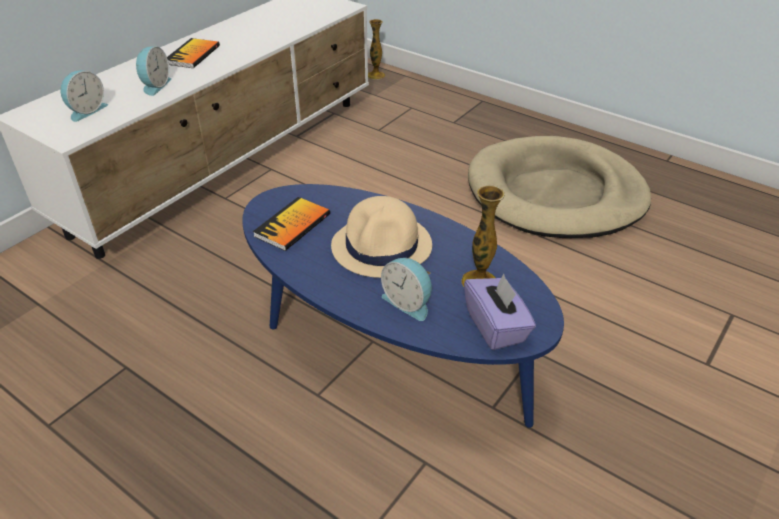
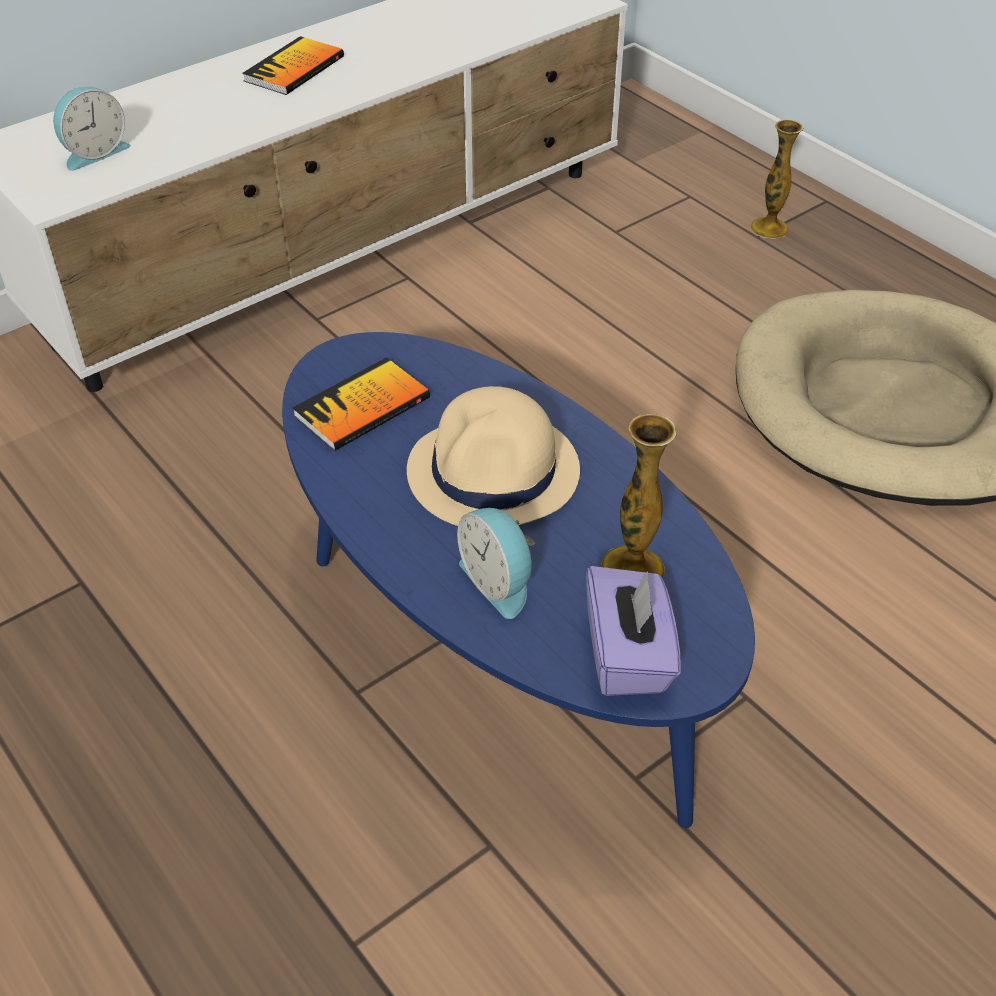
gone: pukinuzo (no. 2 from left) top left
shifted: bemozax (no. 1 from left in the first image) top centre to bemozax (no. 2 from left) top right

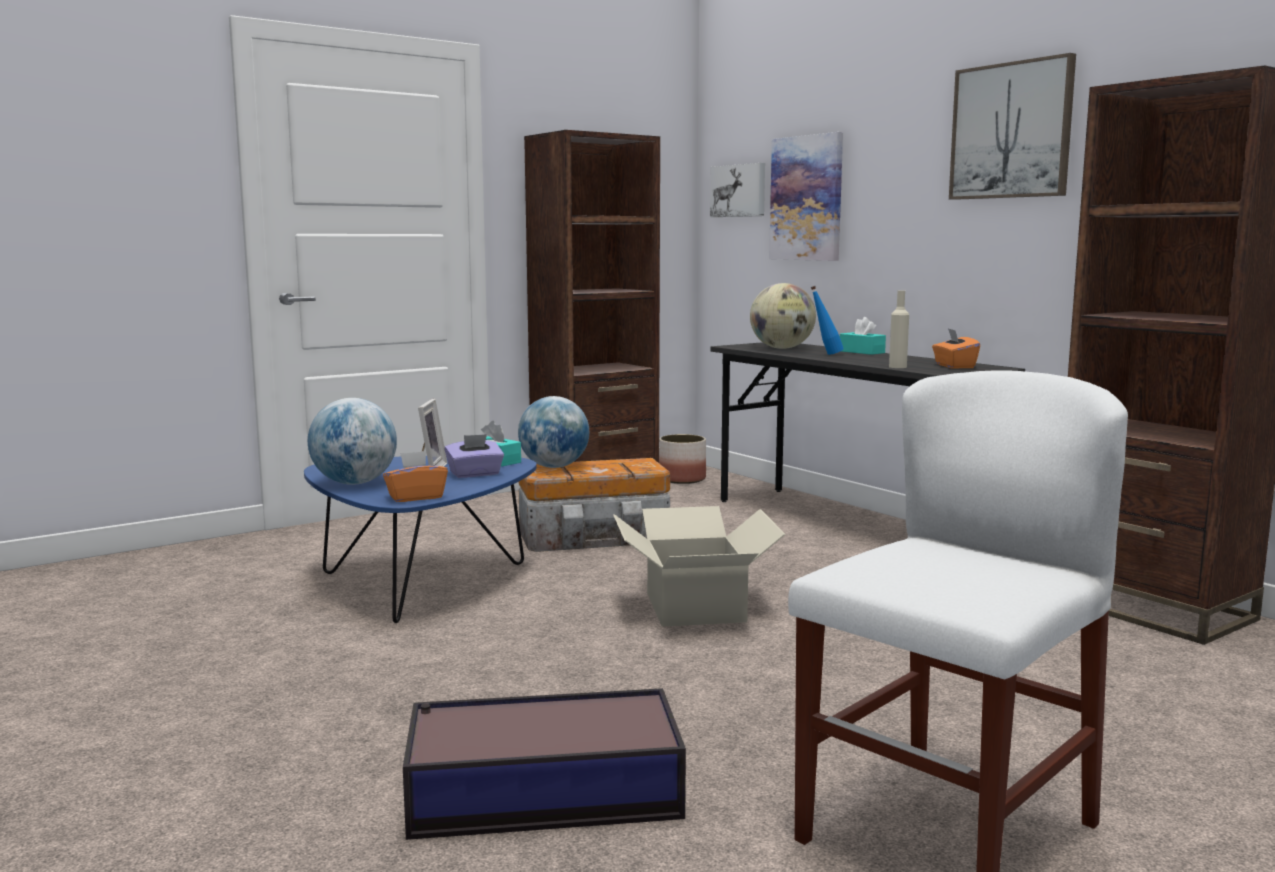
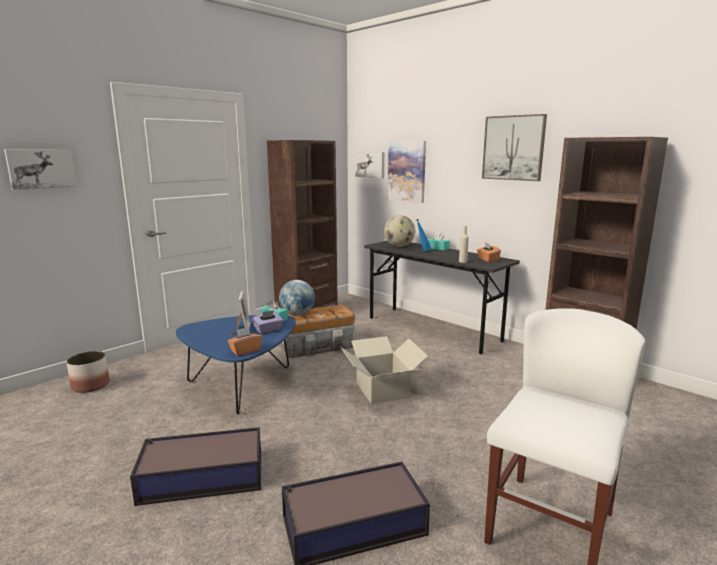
gone: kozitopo (no. 1 from left) middle left
new: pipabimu (no. 1 from left) top left; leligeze (no. 1 from left) bottom left
shifted: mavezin centre to middle left

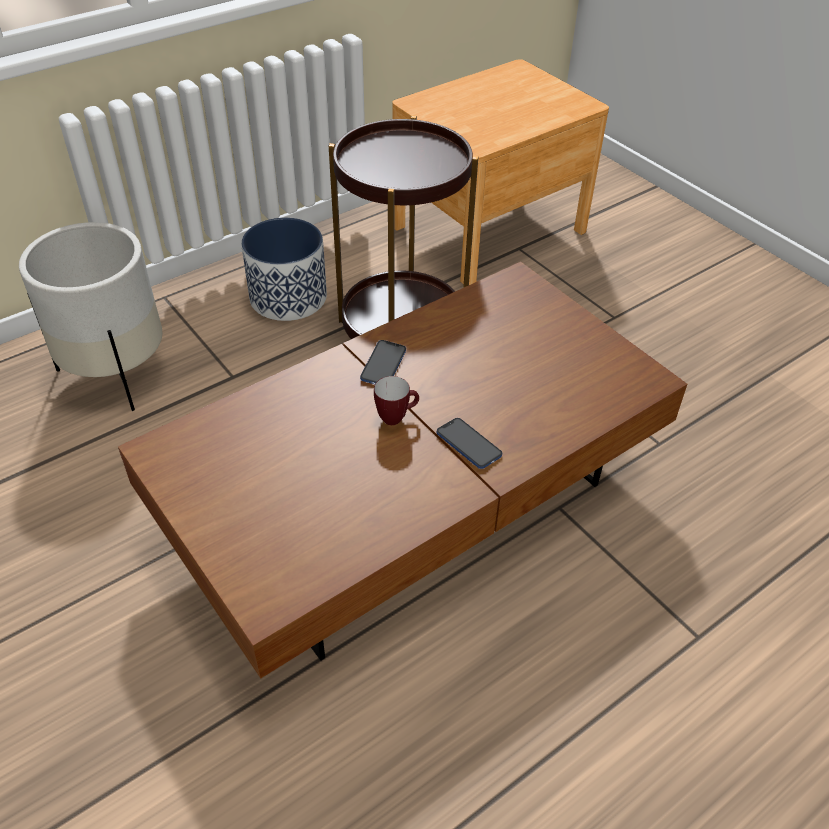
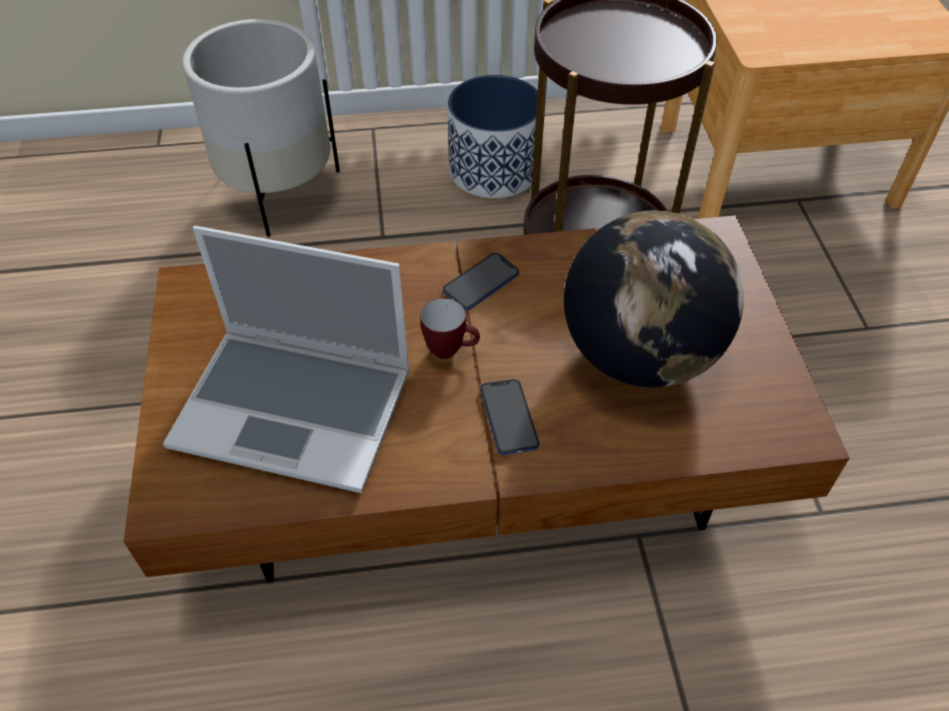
new: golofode middle left; kozitopo middle right

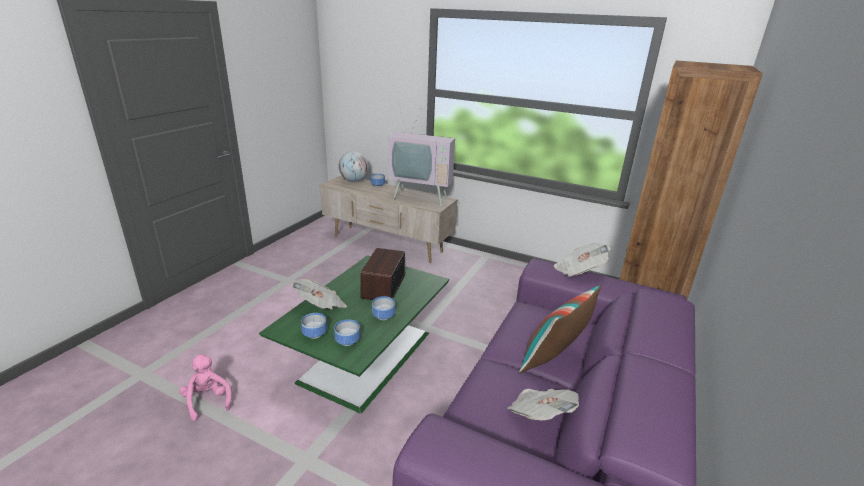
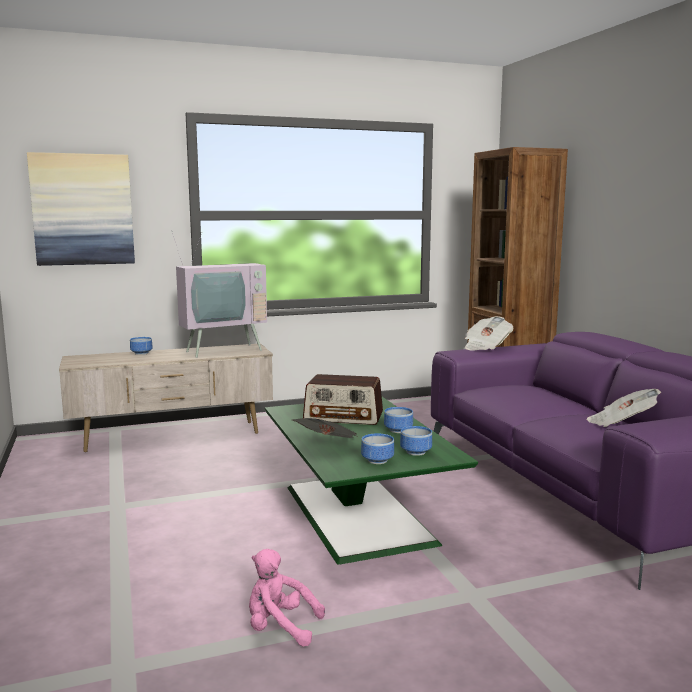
gone: kozitopo centre; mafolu bottom centre
new: pipabimu top left
rotated: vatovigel centre = centre 45 degrees counterclockwise

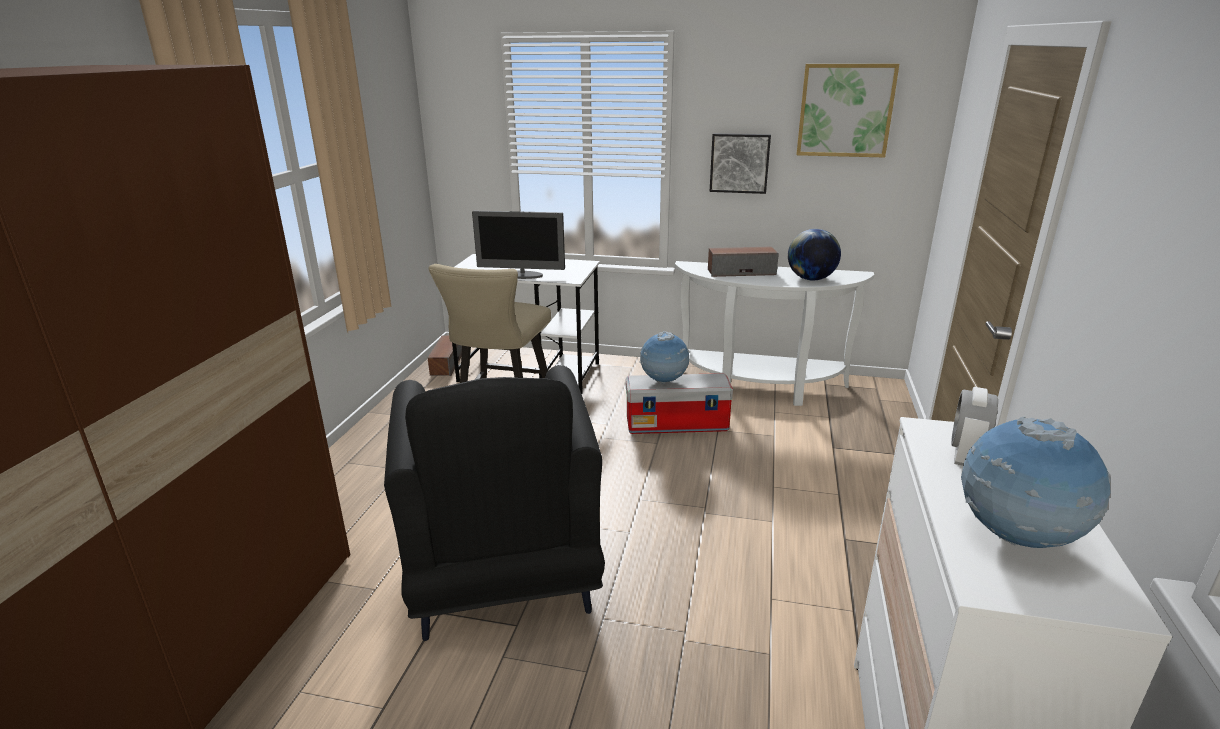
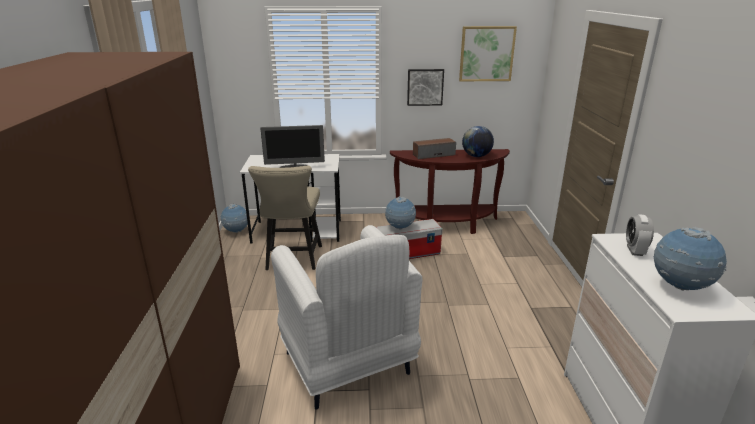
swapped: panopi (no. 1 from left) centre to kozitopo (no. 1 from left) middle left
repainted: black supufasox bottom centre to white supufasox bottom centre; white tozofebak centre to brown tozofebak centre

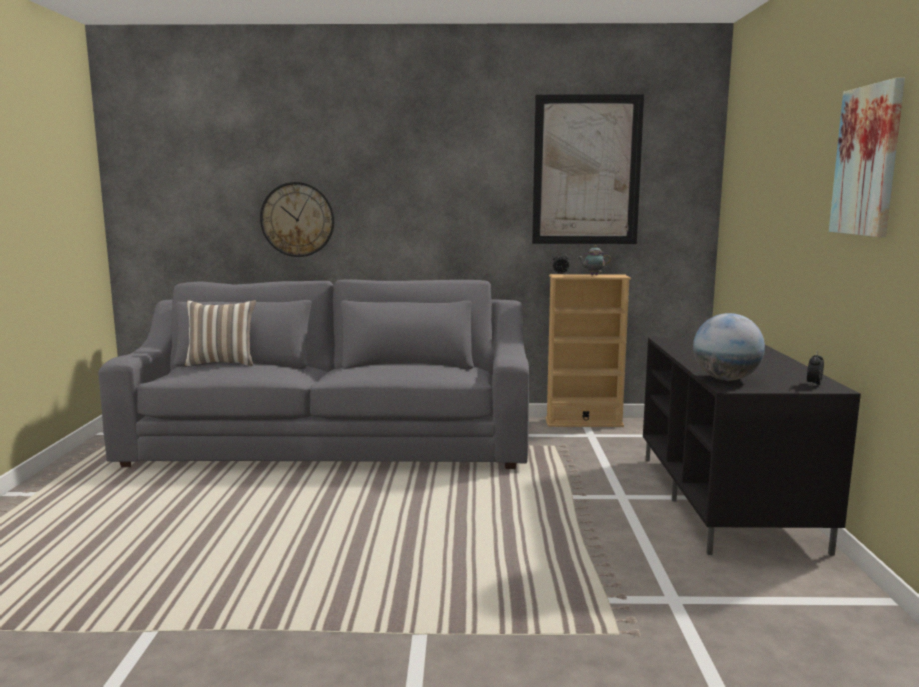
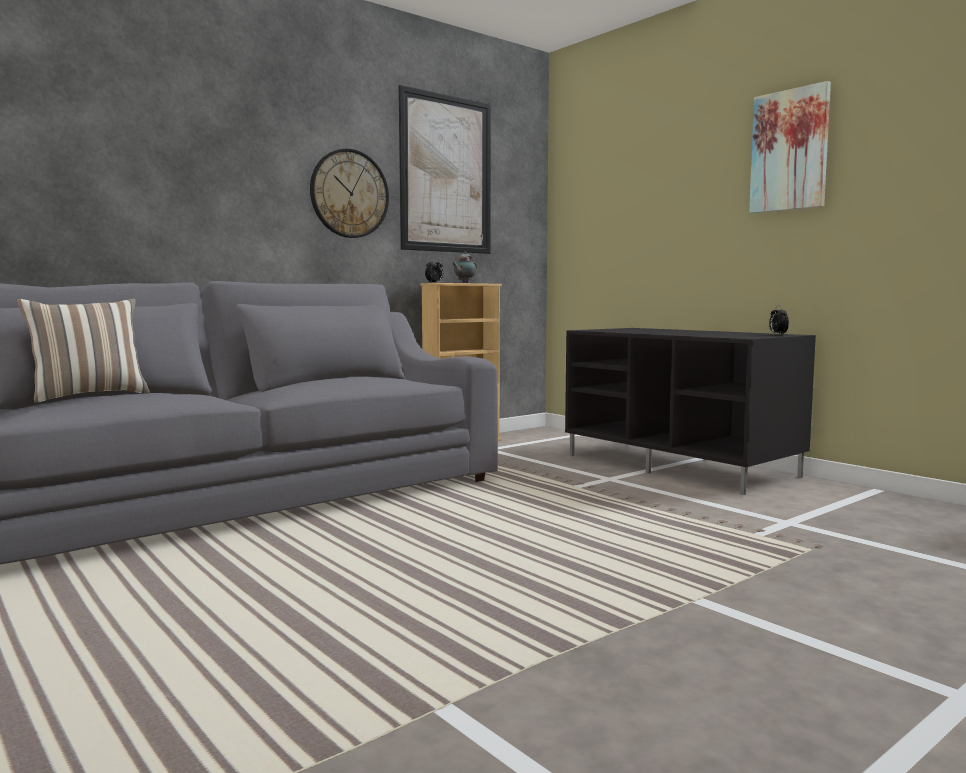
gone: kozitopo middle right
shifted: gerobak top left to top centre

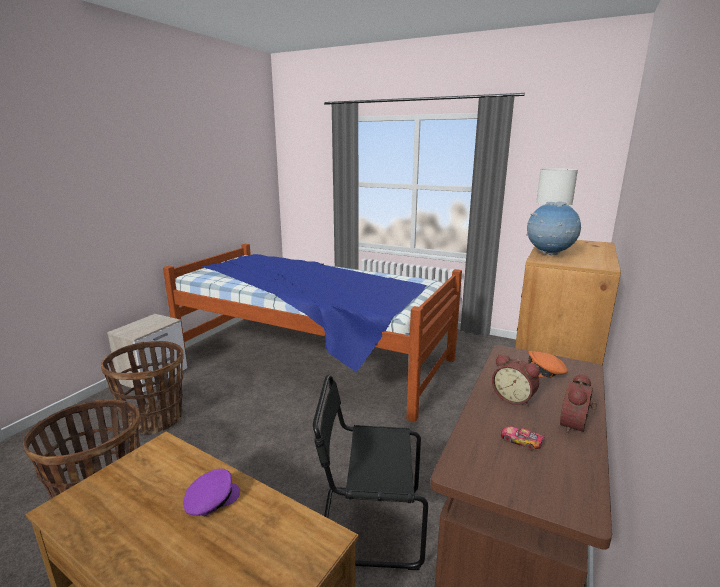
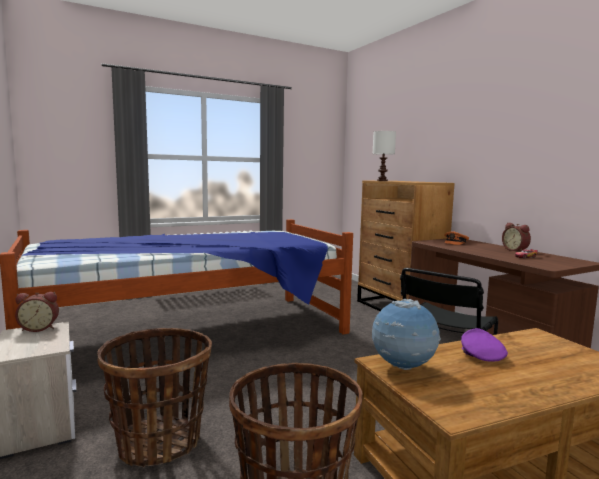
shifted: pukinuzo (no. 1 from left) middle right to middle left; kozitopo middle right to bottom right

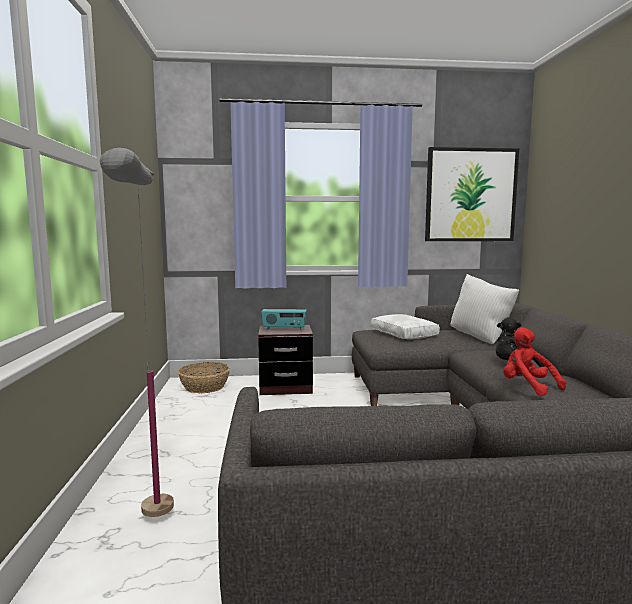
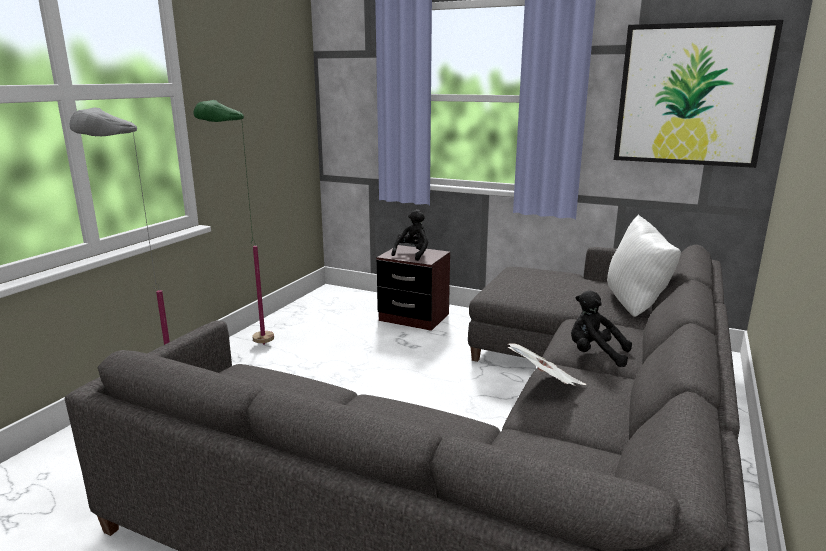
gone: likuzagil middle left; white mafolu (no. 1 from left) centre
new: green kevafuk middle left
swapped: vatovigel centre to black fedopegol (no. 1 from left) centre; red fedopegol middle right to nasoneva centre

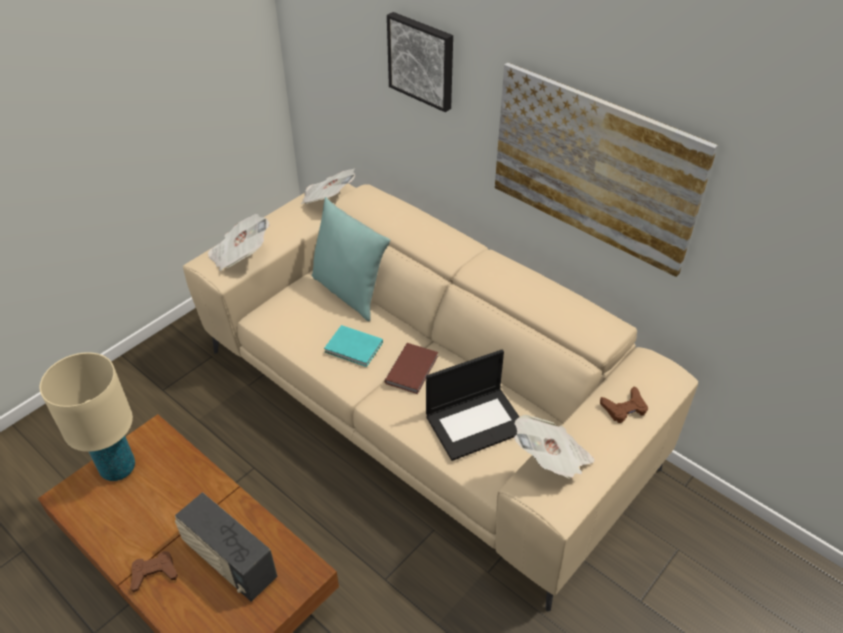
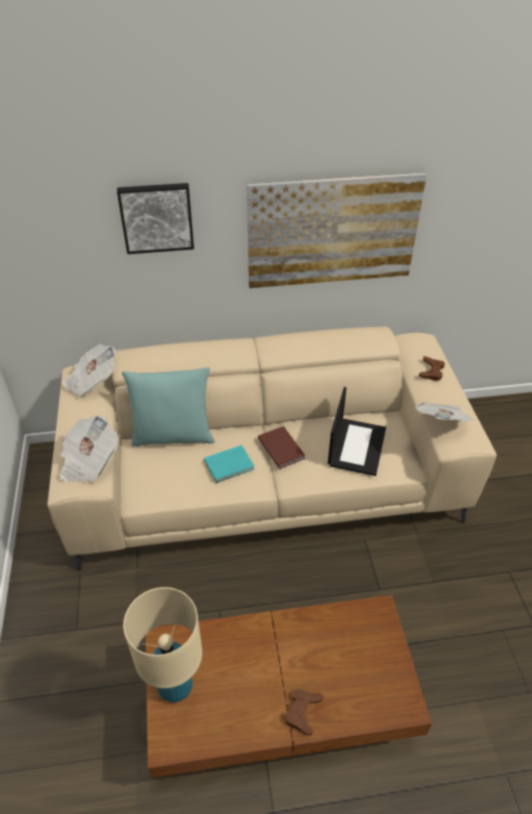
gone: vatovigel bottom left

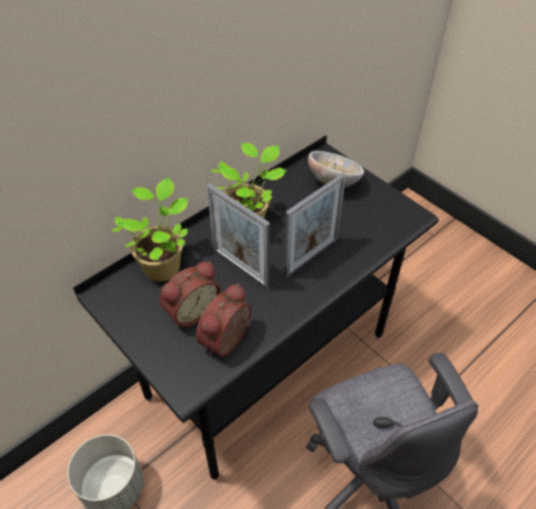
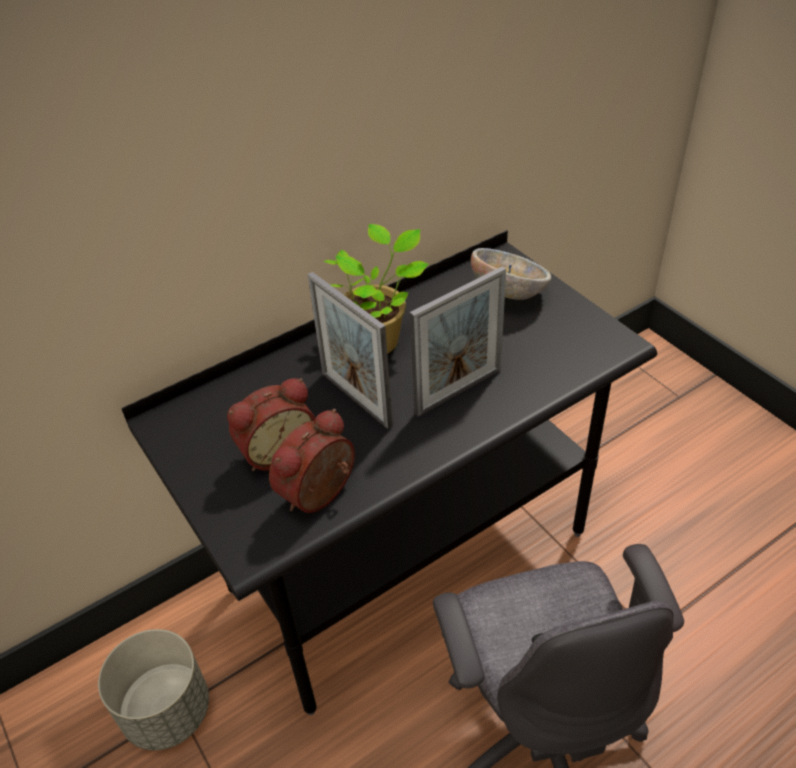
gone: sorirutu (no. 1 from left) middle left

